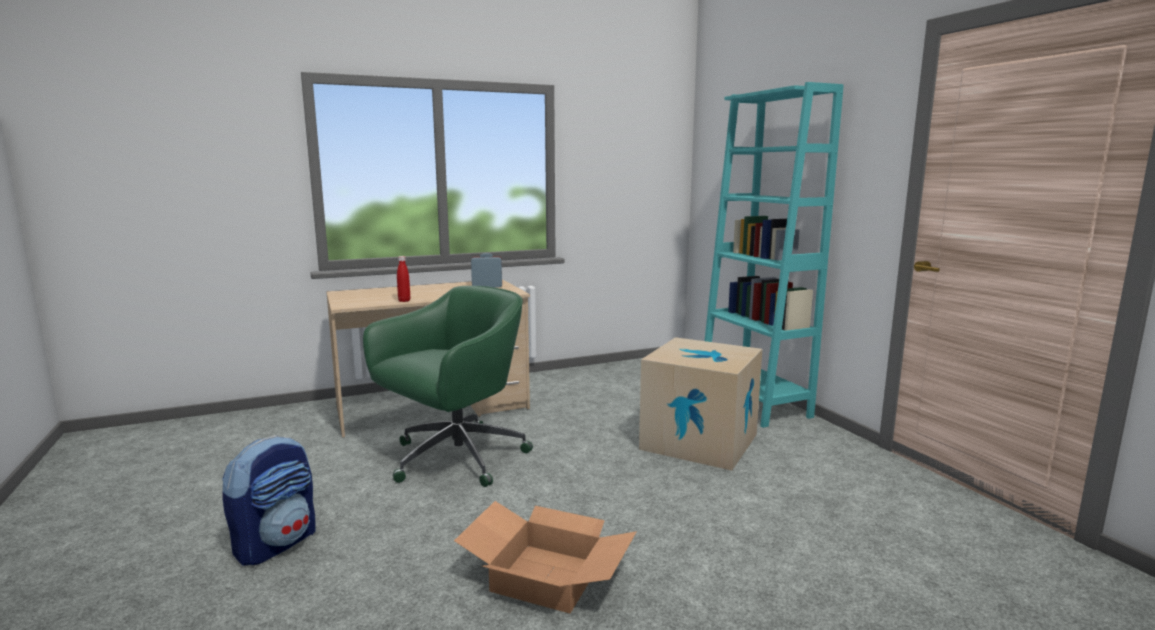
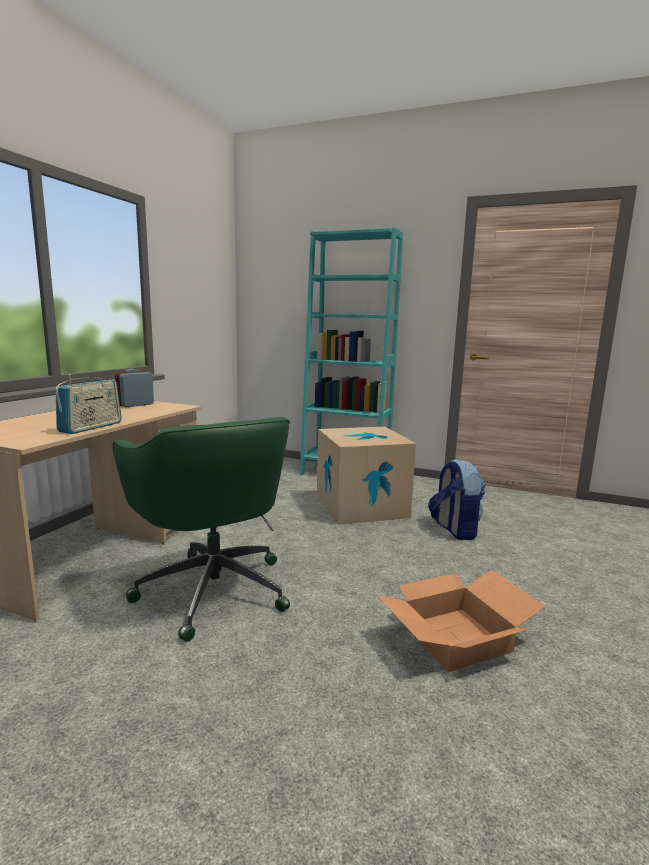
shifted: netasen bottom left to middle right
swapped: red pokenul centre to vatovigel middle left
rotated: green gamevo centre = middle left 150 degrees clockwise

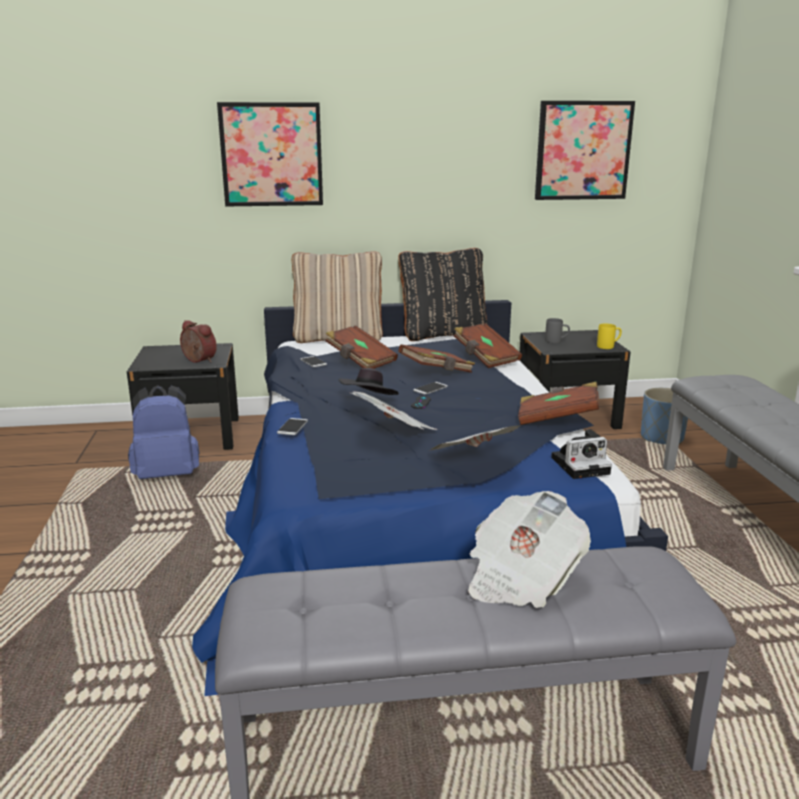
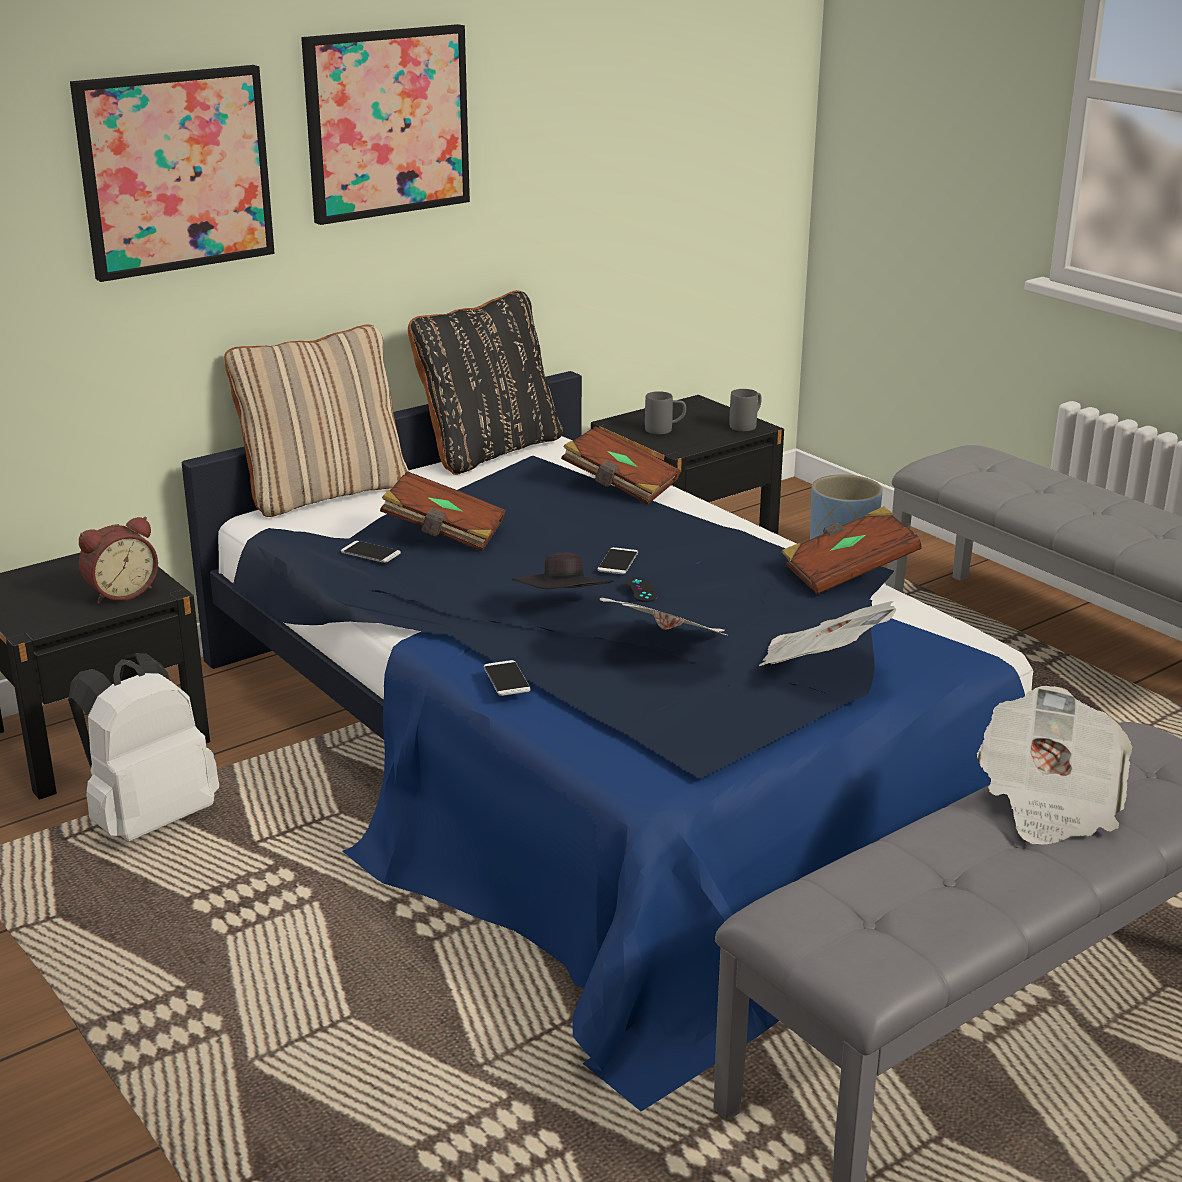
gone: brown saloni (no. 2 from left) centre; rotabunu middle right
shifted: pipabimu (no. 2 from left) top right to top left
repainted: blue netasen middle left to white netasen middle left; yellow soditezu middle right to grey soditezu (no. 2 from left) centre
rotated: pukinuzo middle left = middle left 135 degrees clockwise

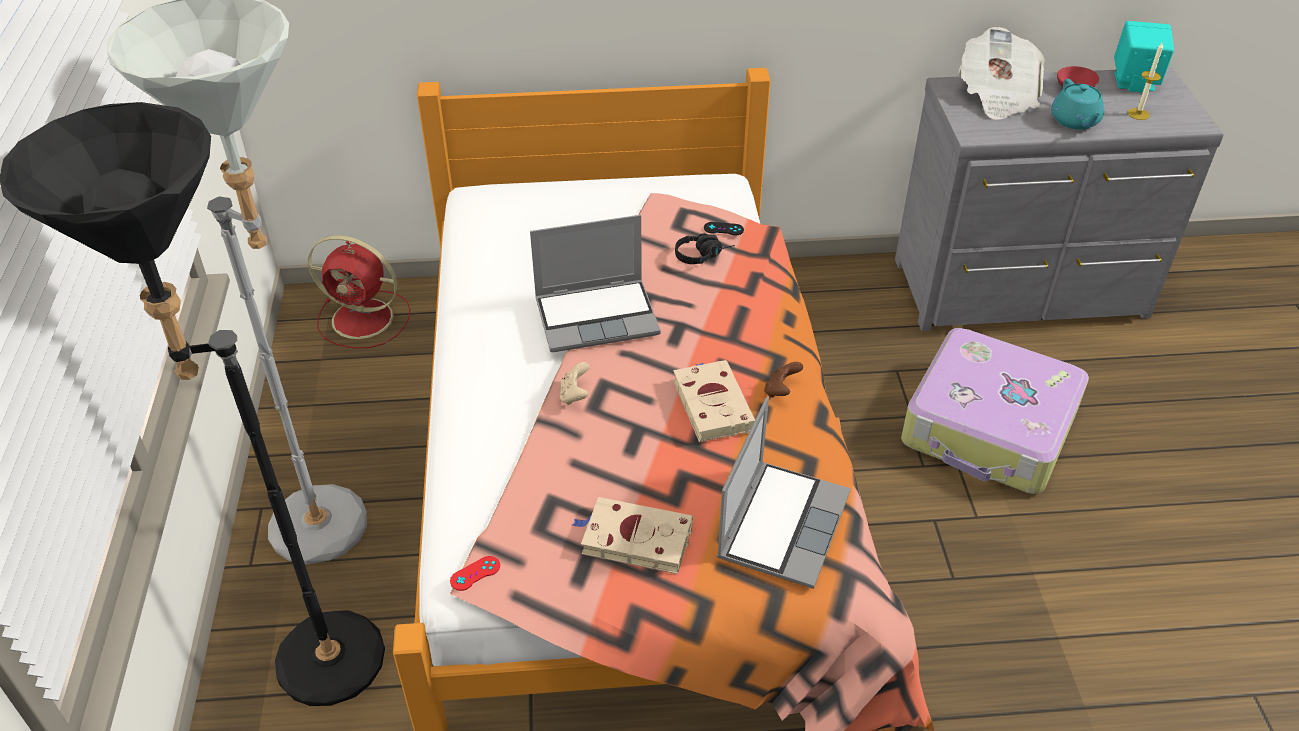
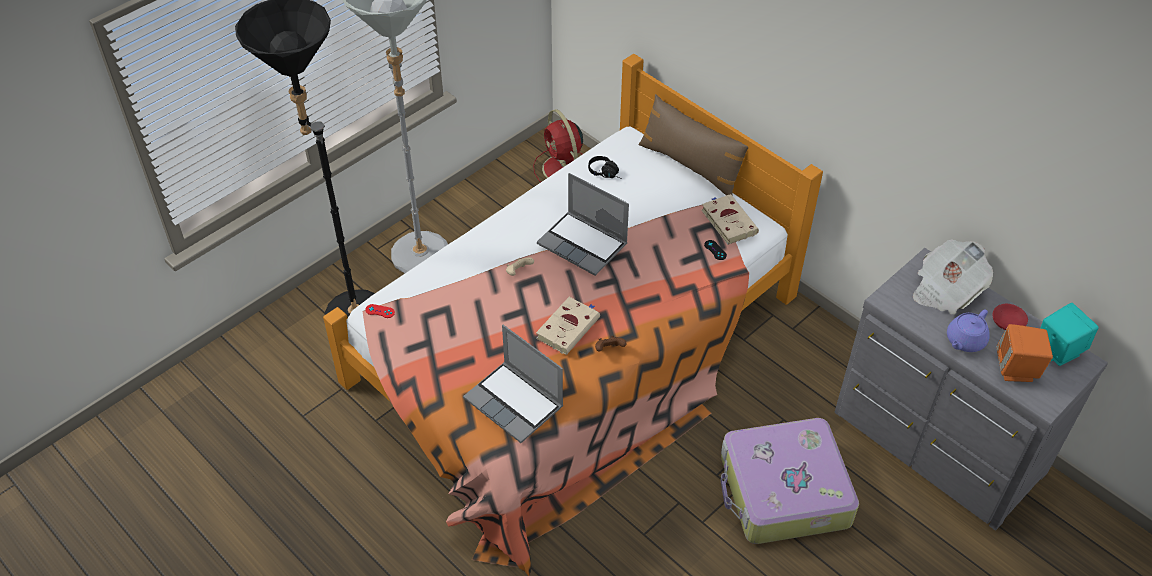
new: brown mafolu top centre
shifted: beige saloni (no. 1 from left in the first image) bottom centre to beige saloni (no. 2 from left) centre; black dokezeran centre to top centre
swapped: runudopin top right to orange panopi middle right
repainted: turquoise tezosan top right to purple tezosan middle right
rotated: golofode (no. 2 from left in the first image) bottom centre = bottom centre 60 degrees clockwise

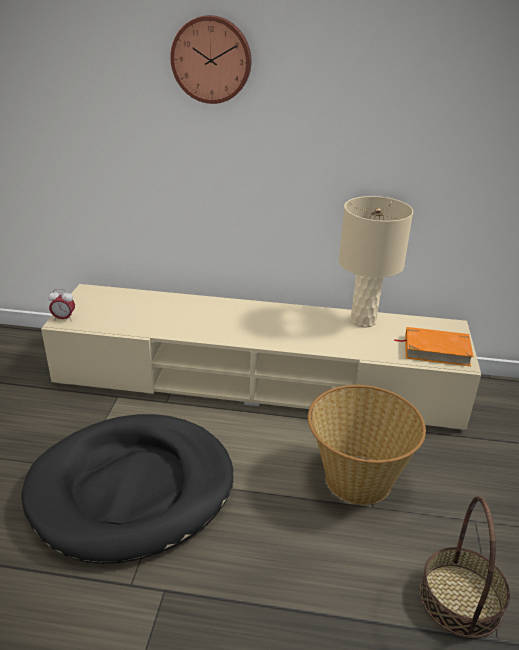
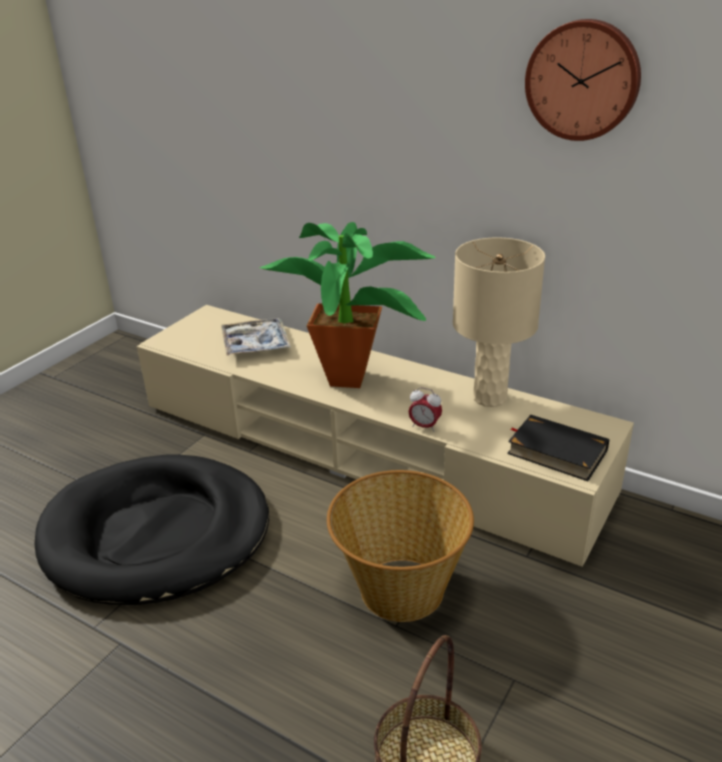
new: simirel centre; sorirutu centre
shifted: pukinuzo middle left to centre; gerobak top centre to top right
repainted: orange saloni middle right to black saloni middle right

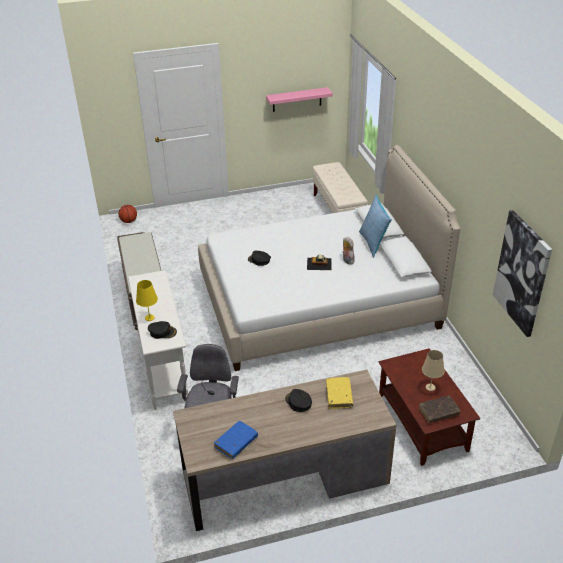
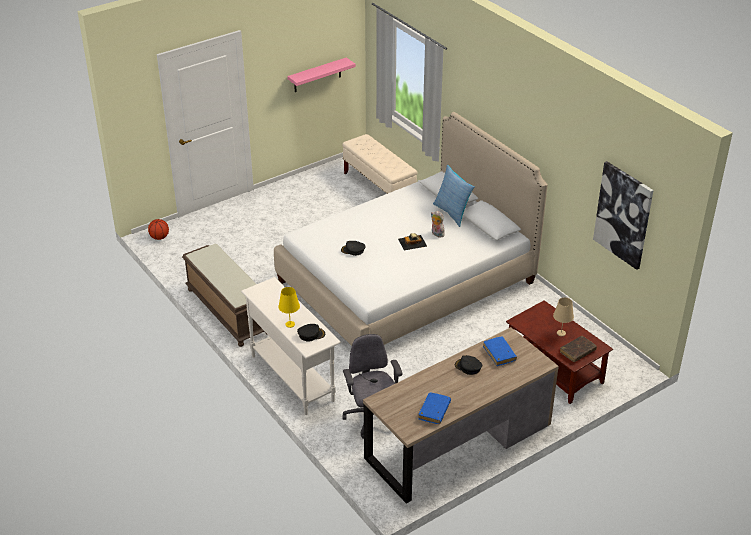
repainted: yellow saloni bottom centre to blue saloni (no. 2 from left) centre

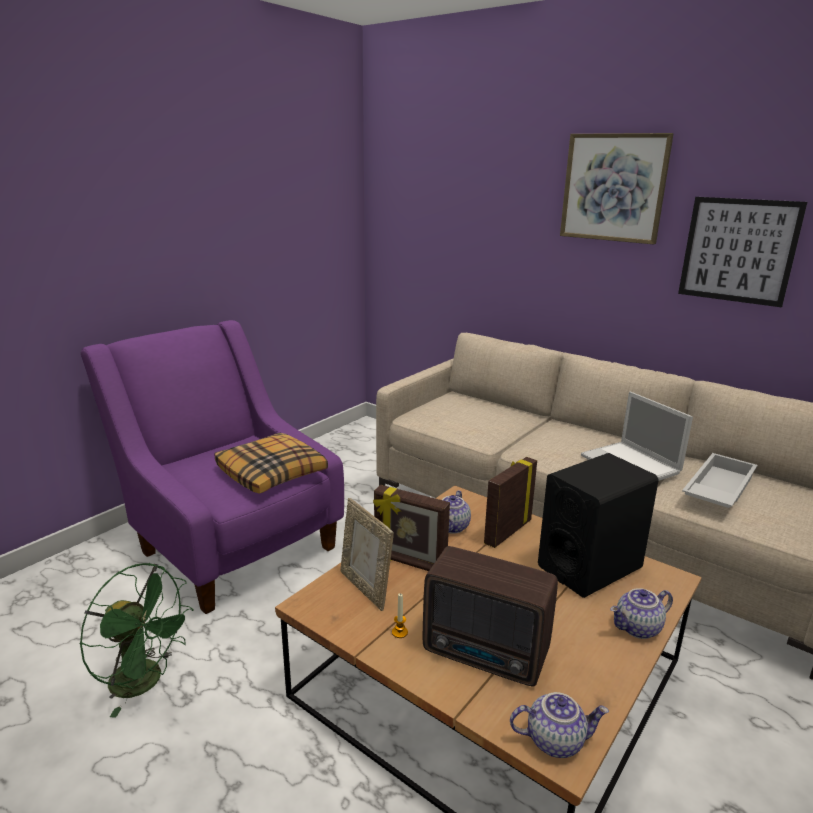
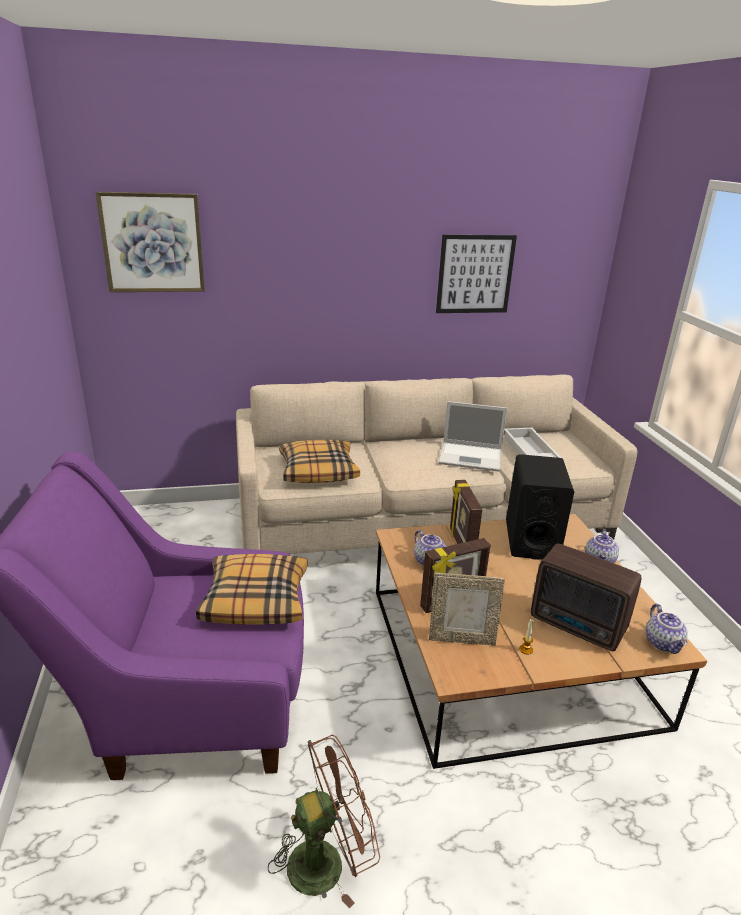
new: mafolu (no. 2 from left) centre
shifted: pipabimu (no. 1 from left) top right to top left
repainted: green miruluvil bottom left to brown miruluvil bottom centre
rotated: vatovigel bottom centre = middle right 60 degrees clockwise; tezosan (no. 2 from left in the first image) bottom right = bottom right 135 degrees clockwise

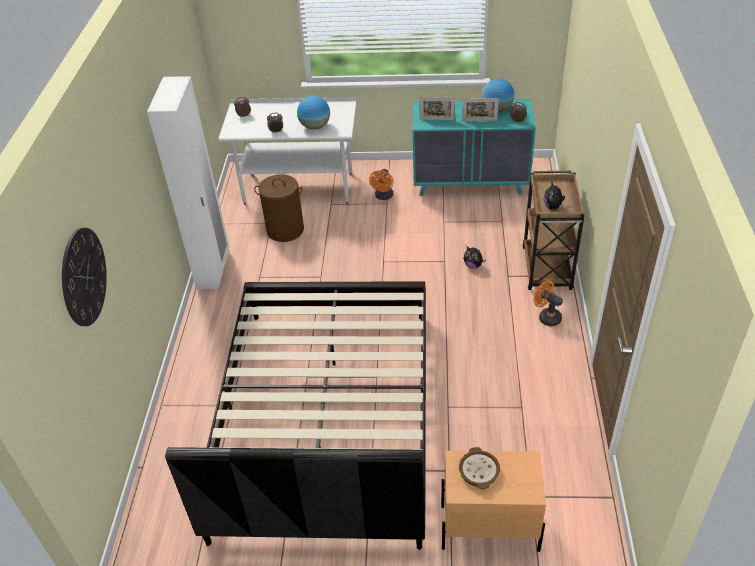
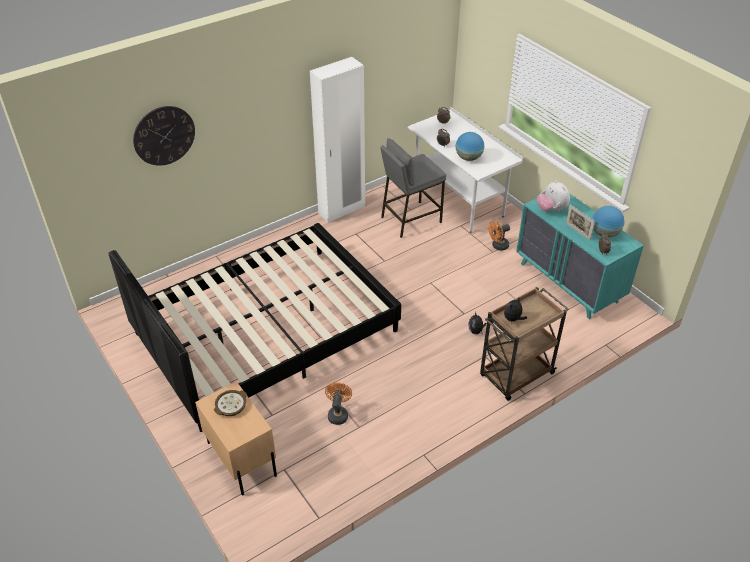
shifted: orange miruluvil (no. 2 from left in the first image) middle right to orange miruluvil (no. 1 from left) bottom centre
swapped: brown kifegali centre to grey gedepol centre; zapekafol (no. 1 from left) top centre to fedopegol (no. 3 from left) middle right

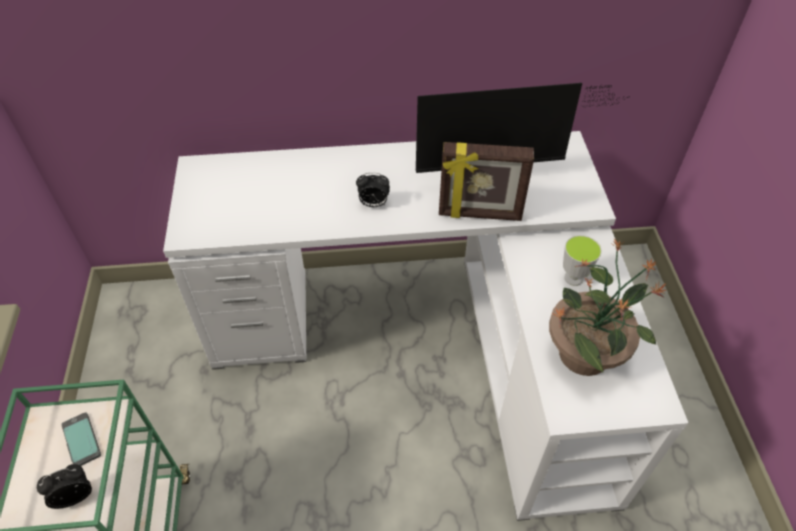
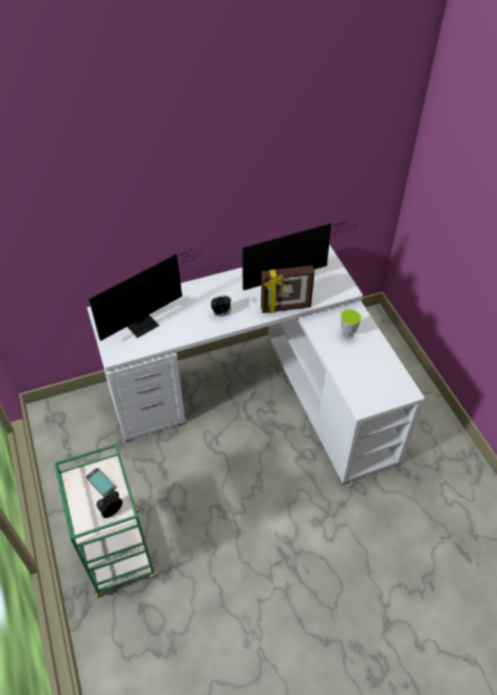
gone: sorirutu middle right
new: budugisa (no. 1 from left) middle left

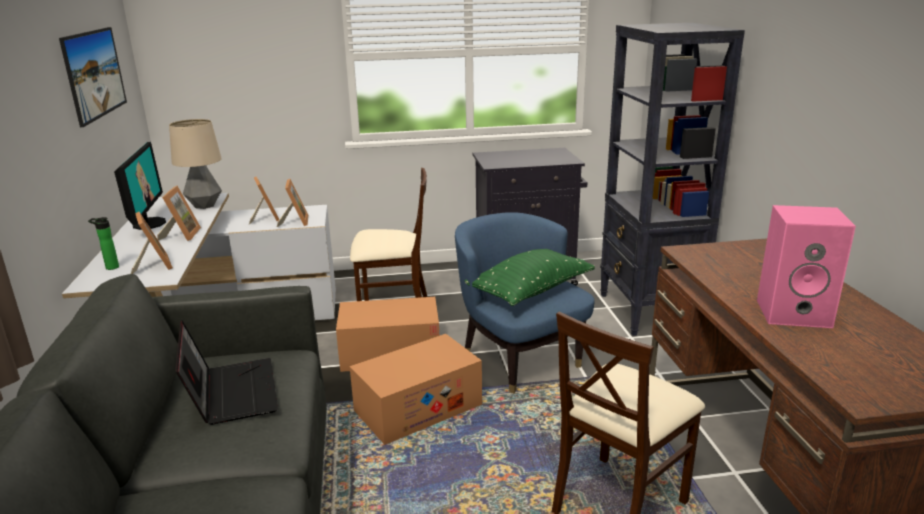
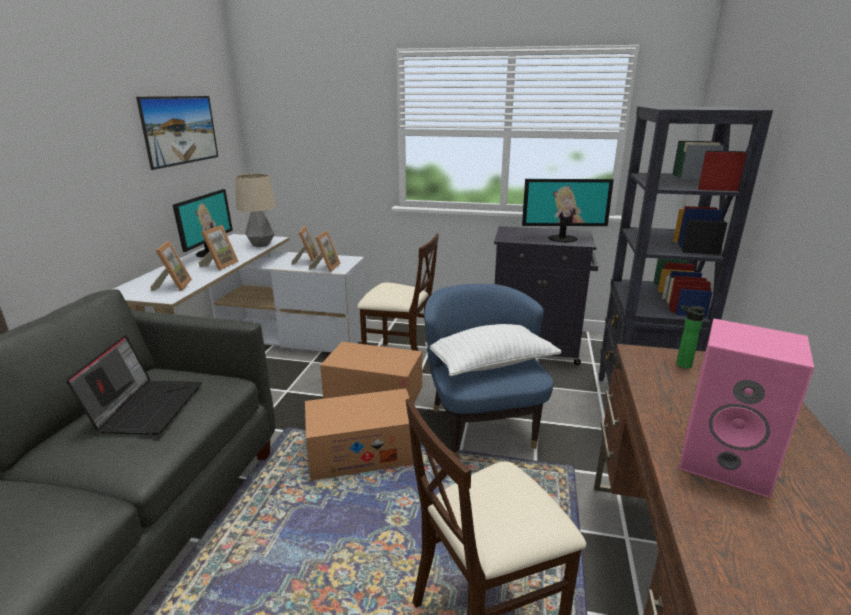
new: budugisa (no. 2 from left) middle right
shifted: pokenul middle left to middle right
repainted: green mafolu centre to white mafolu centre

